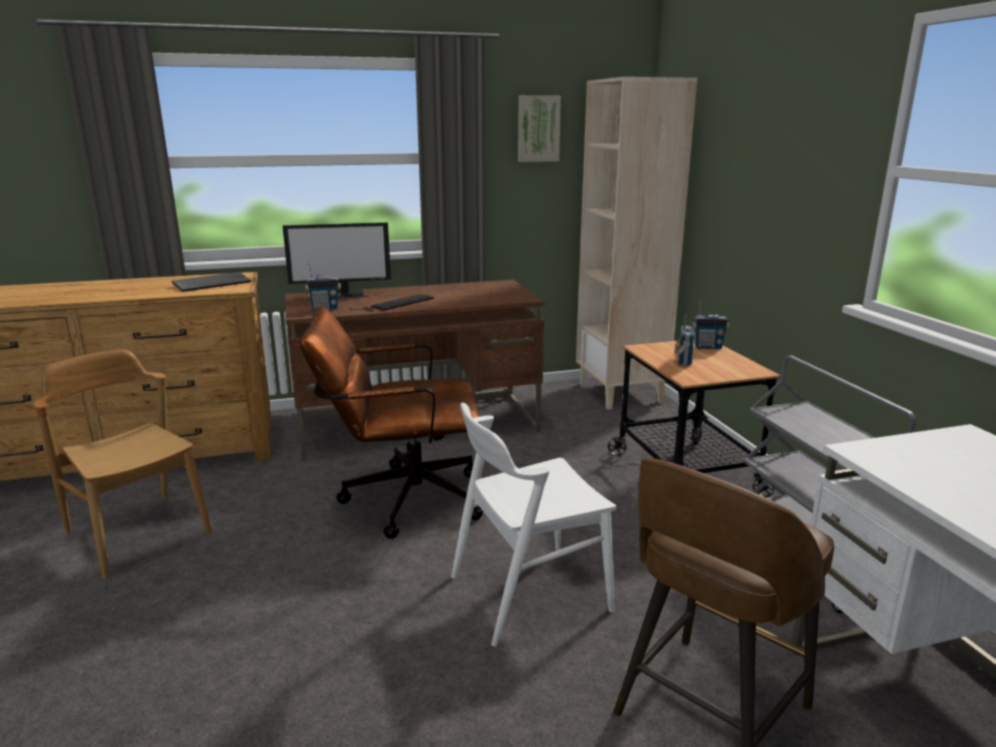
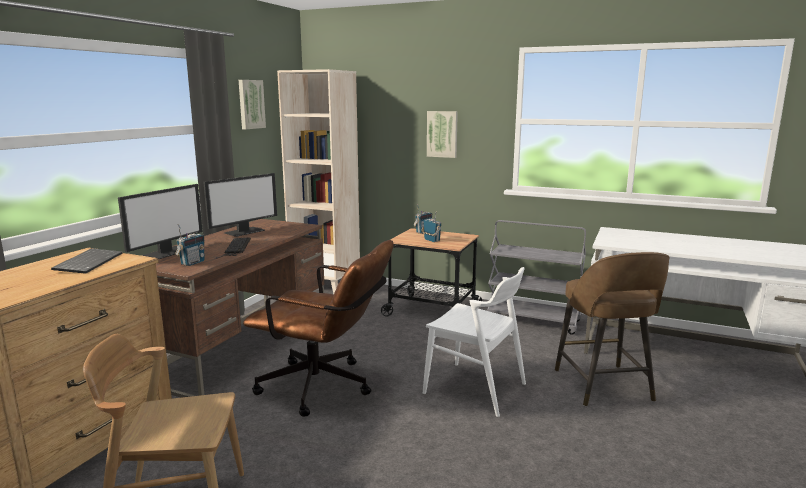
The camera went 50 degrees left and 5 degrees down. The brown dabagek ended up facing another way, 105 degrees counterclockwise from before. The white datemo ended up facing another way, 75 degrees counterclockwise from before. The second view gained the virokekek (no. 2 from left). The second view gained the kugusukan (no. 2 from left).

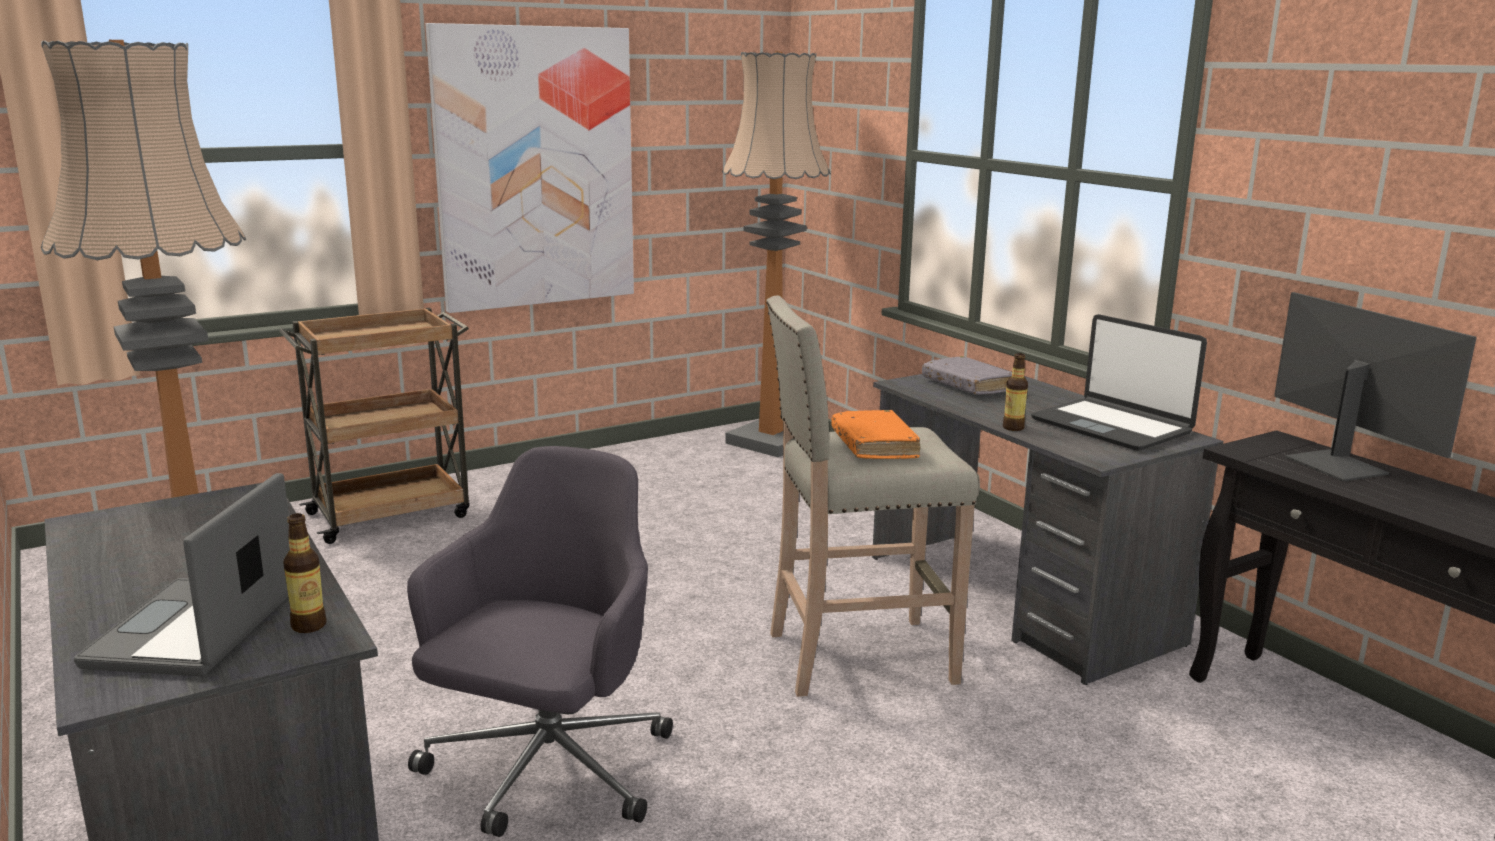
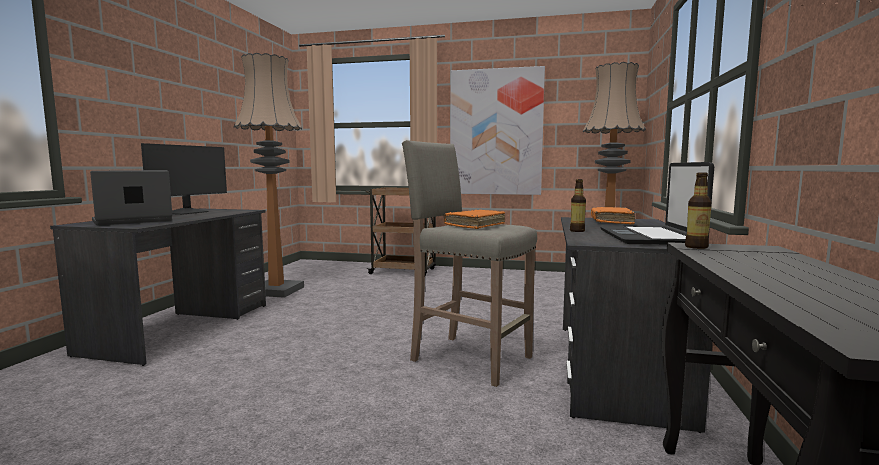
The camera went 45 degrees right and 10 degrees down. The kugusukan ended up elsewhere. What was the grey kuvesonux turned into the orange kuvesonux (no. 2 from left). The second view lost the grey dabagek. The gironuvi (no. 1 from left in the first image) ended up elsewhere.

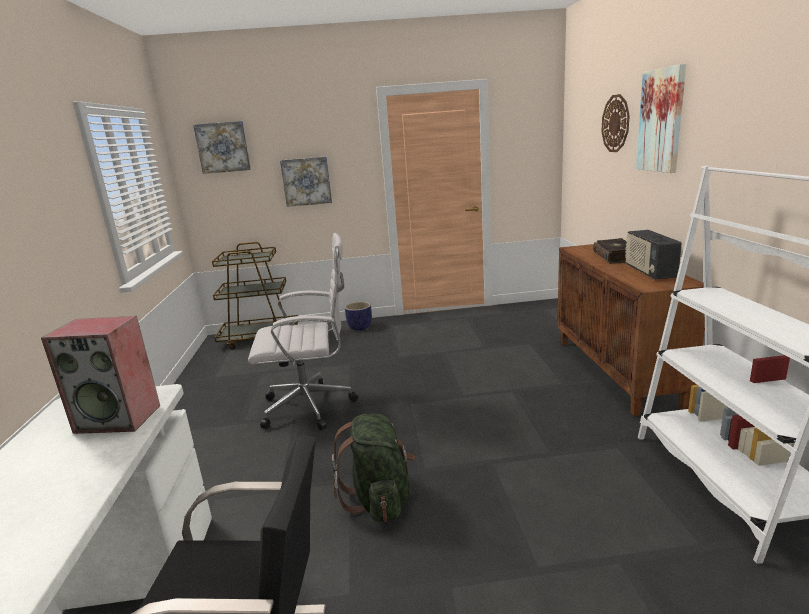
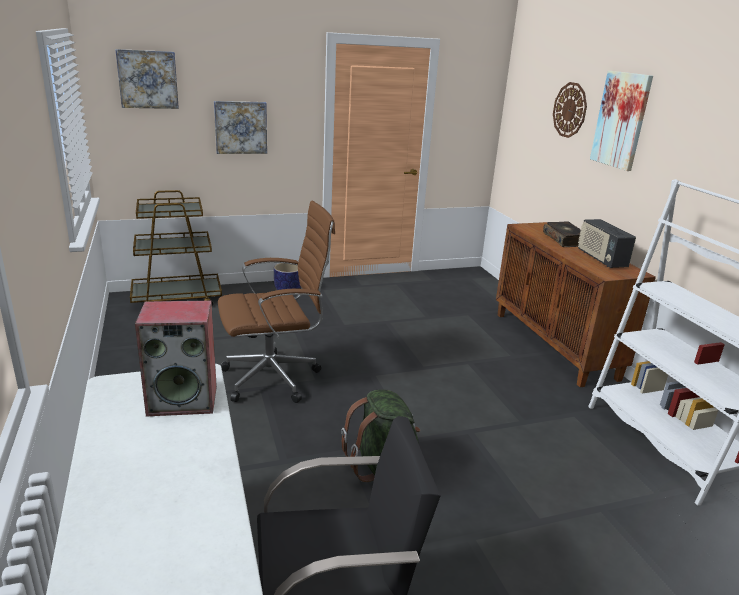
The camera went 15 degrees left and 5 degrees up. What was the white dabagek turned into the brown dabagek.

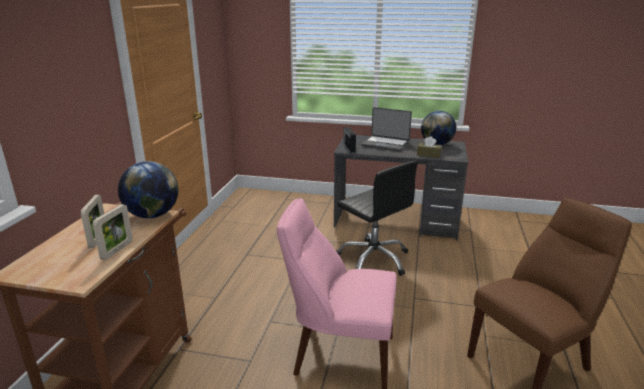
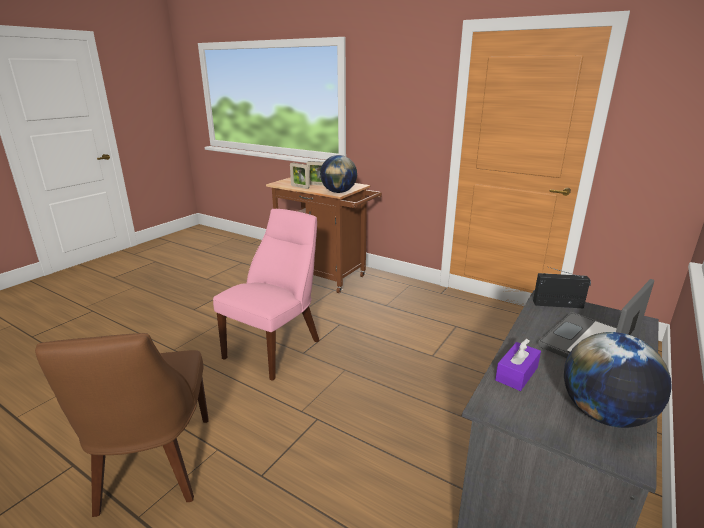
The camera went 110 degrees right and 0 degrees up. What was the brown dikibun turned into the purple dikibun. The second view lost the black dabagek.

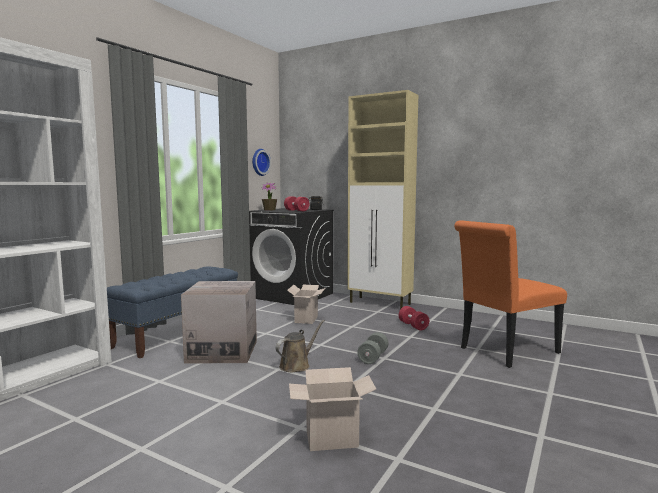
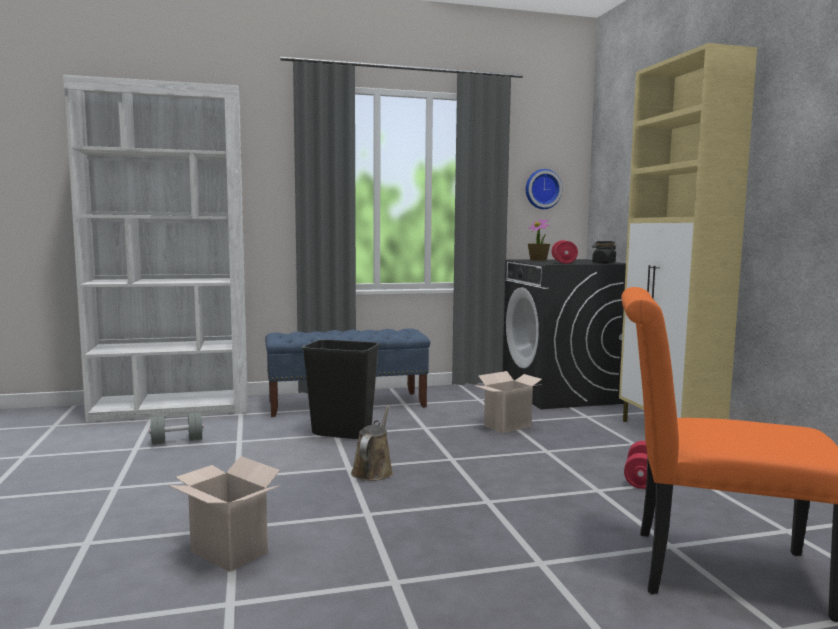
The camera went 45 degrees right and 0 degrees up. Where the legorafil (no. 1 from left) stood, the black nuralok came to stand. The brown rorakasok ended up facing another way, 75 degrees counterclockwise from before. The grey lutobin ended up elsewhere.

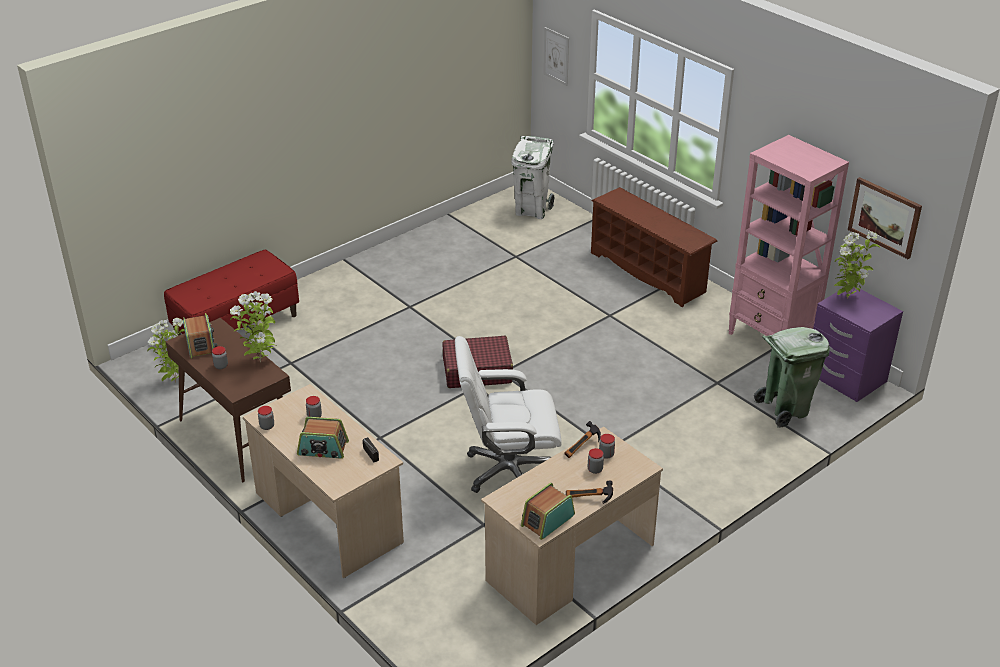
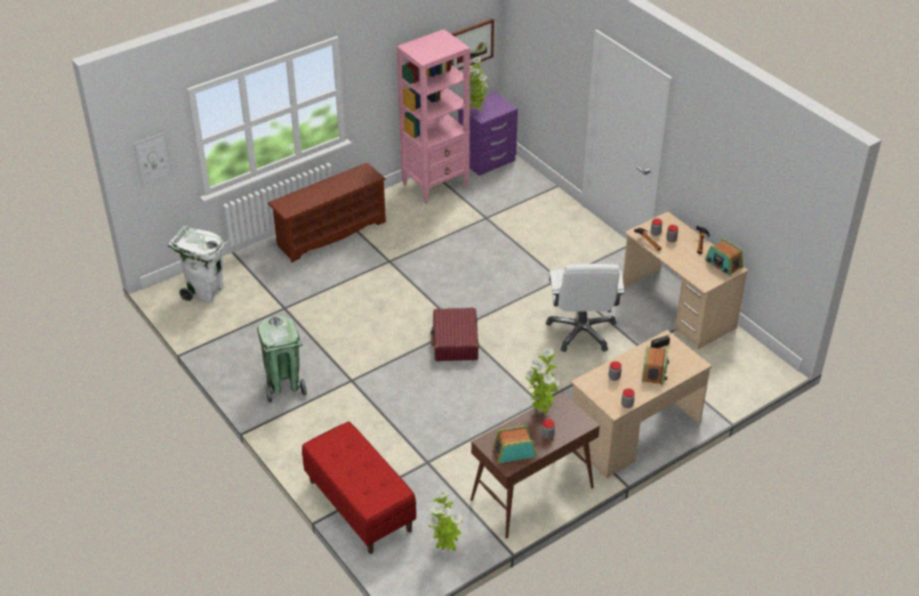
The camera went 85 degrees left and 5 degrees up. The green nuralok ended up elsewhere.

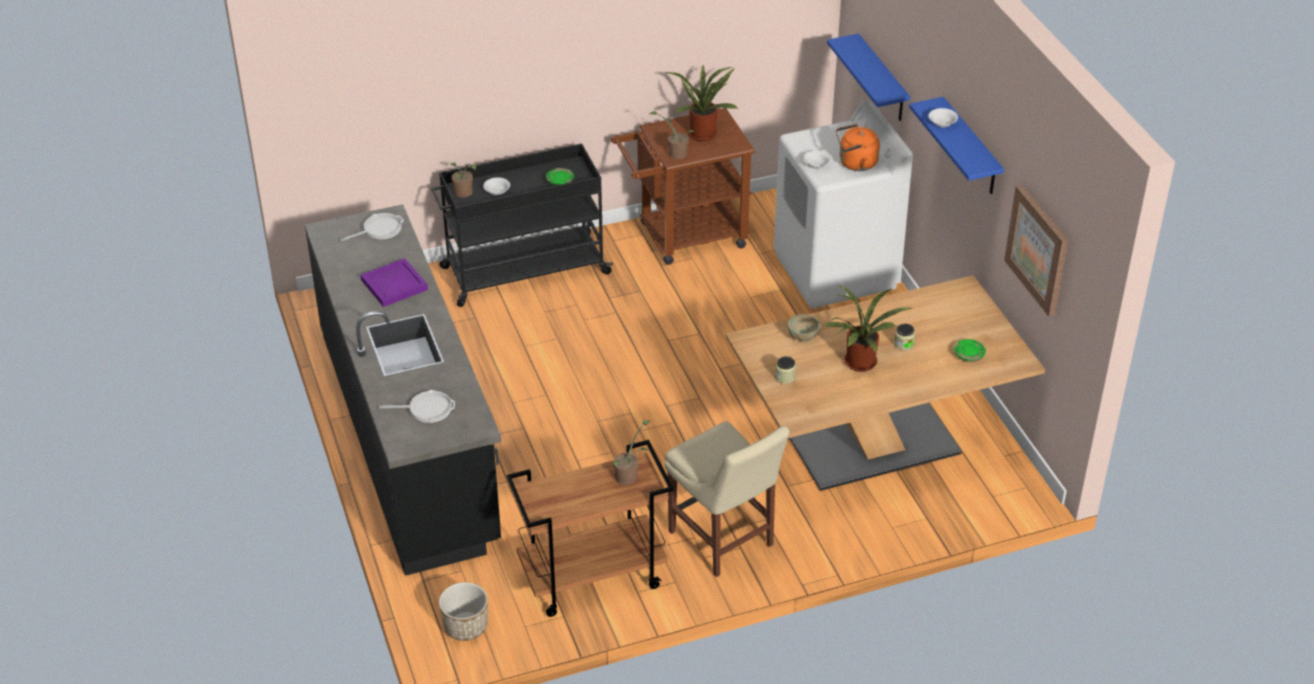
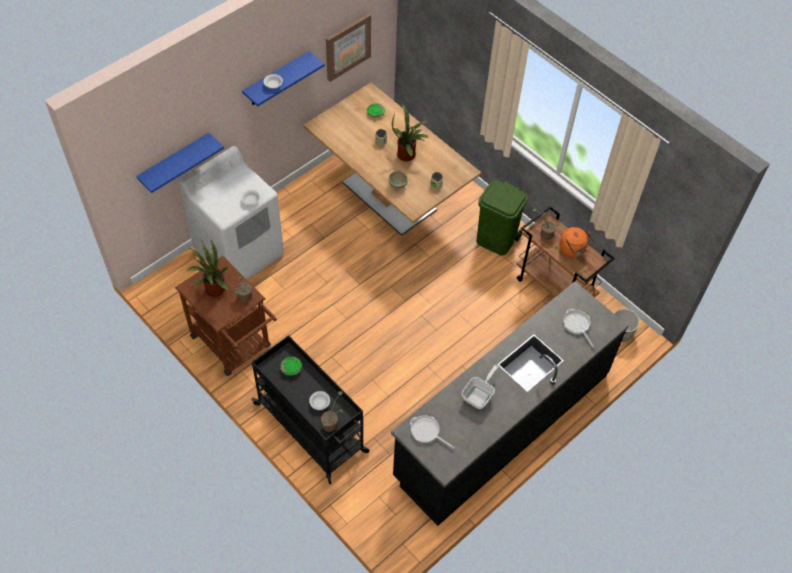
The camera went 115 degrees left and 15 degrees up. The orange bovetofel ended up elsewhere. Where the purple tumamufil stood, the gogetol (no. 2 from left) came to stand. Where the beige datemo stood, the green nuralok came to stand.

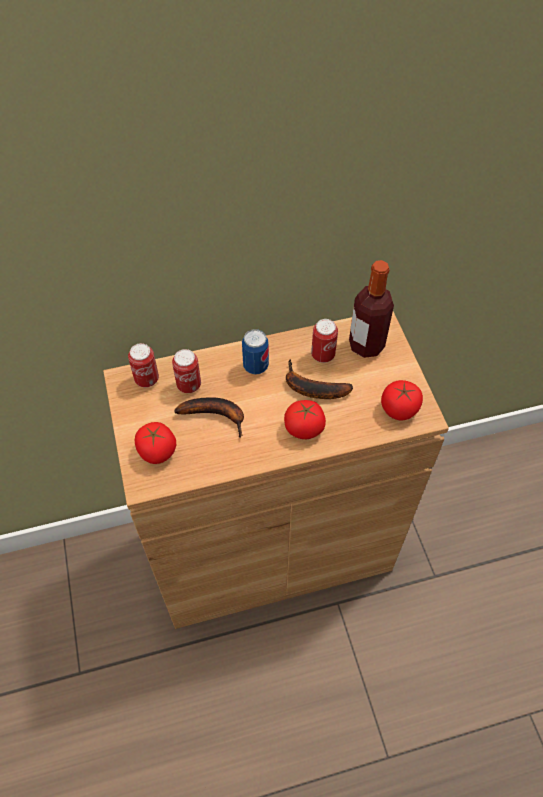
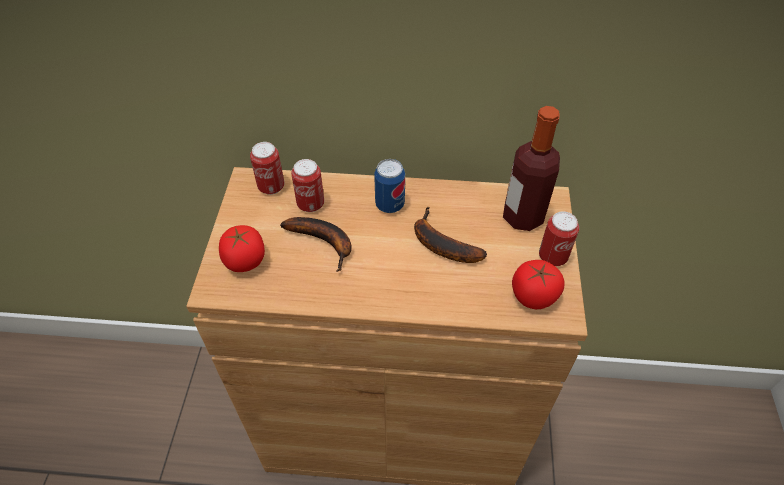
The camera went 20 degrees right and 5 degrees down. The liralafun (no. 4 from left) ended up elsewhere. The second view lost the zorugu (no. 2 from left).

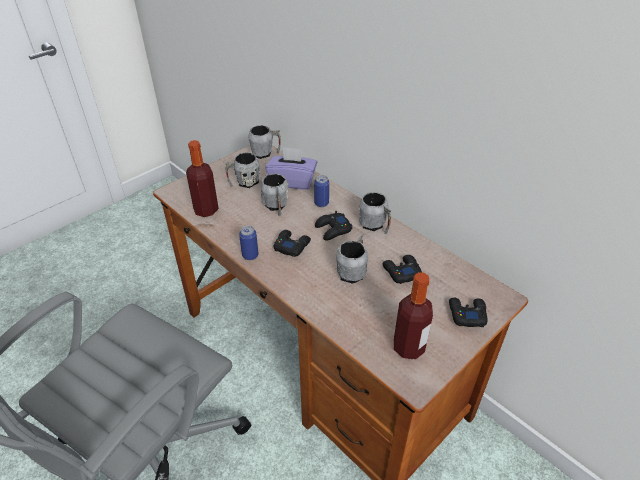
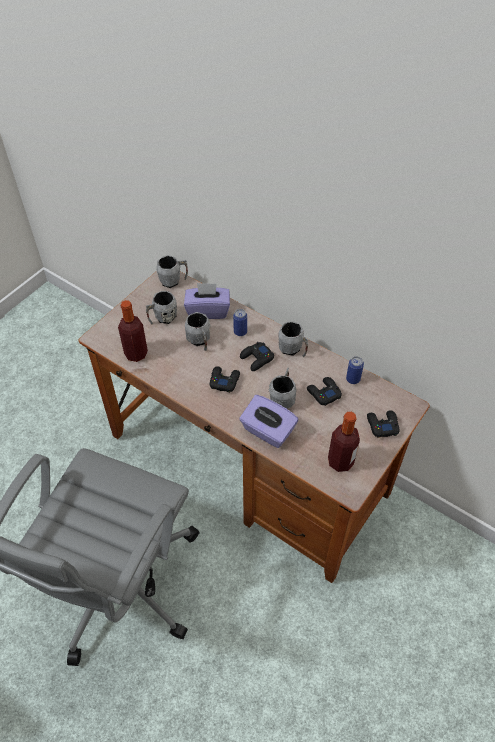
The camera went 10 degrees left and 10 degrees up. The liralafun (no. 1 from left in the first image) ended up elsewhere. The second view gained the purple dikibun (no. 2 from left).

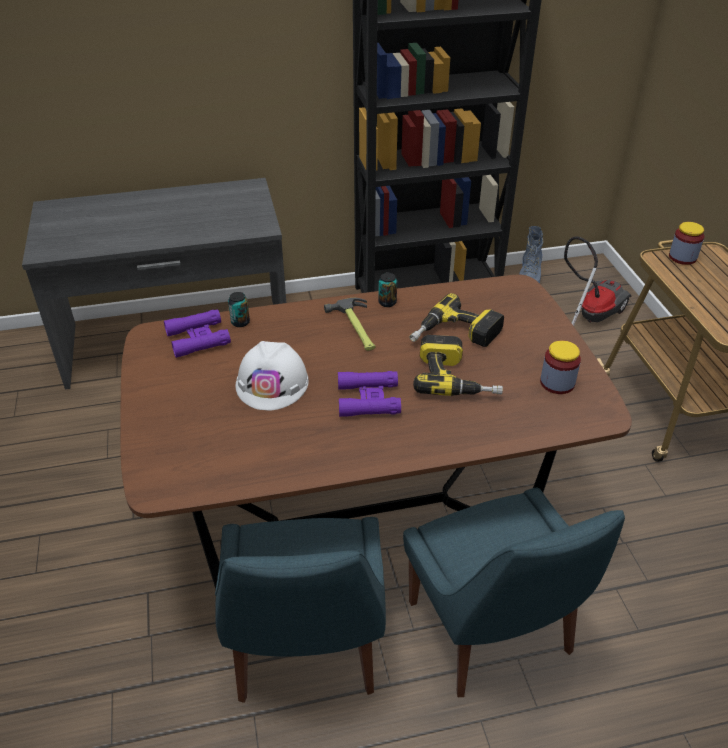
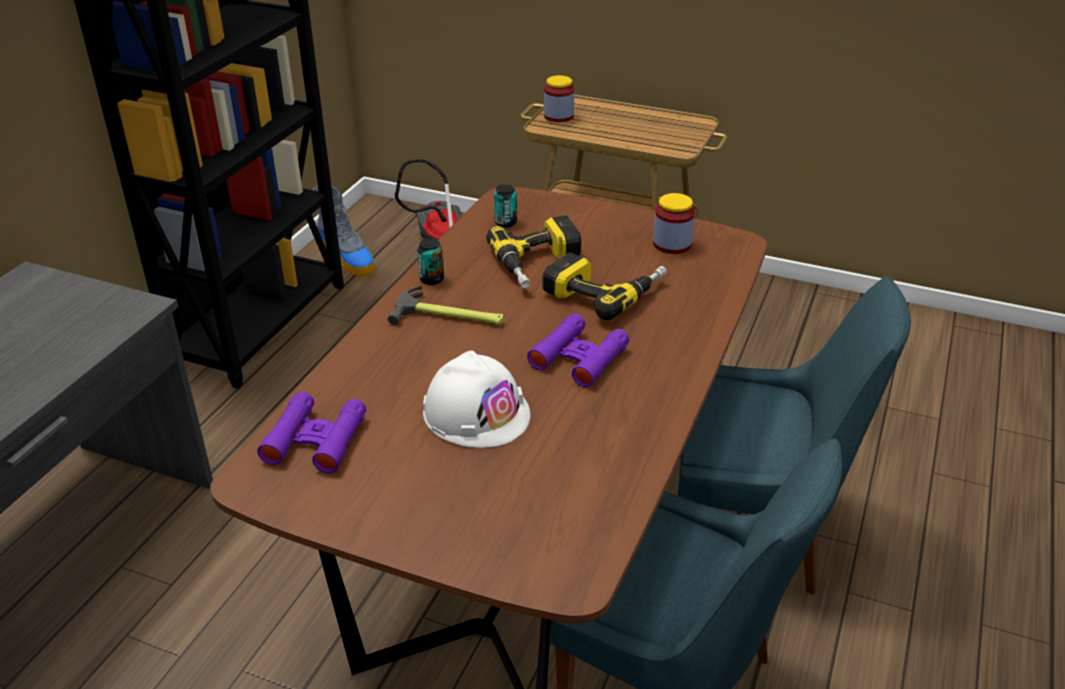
The camera went 55 degrees left and 5 degrees down. The liralafun (no. 1 from left in the first image) ended up elsewhere.

